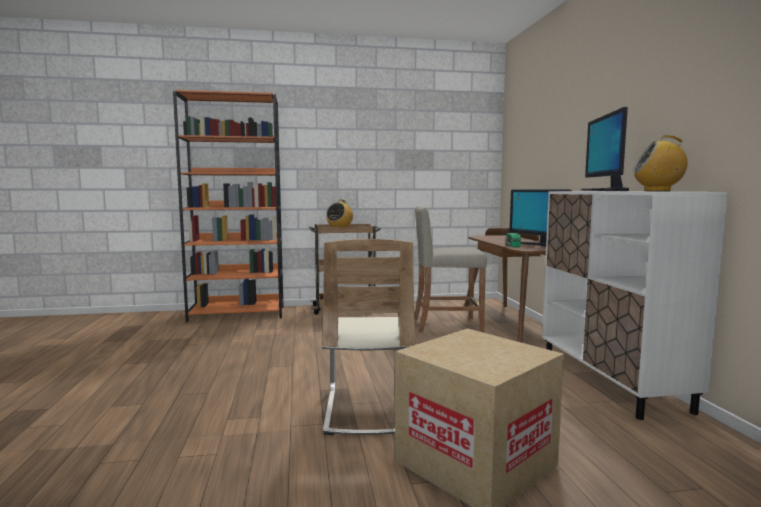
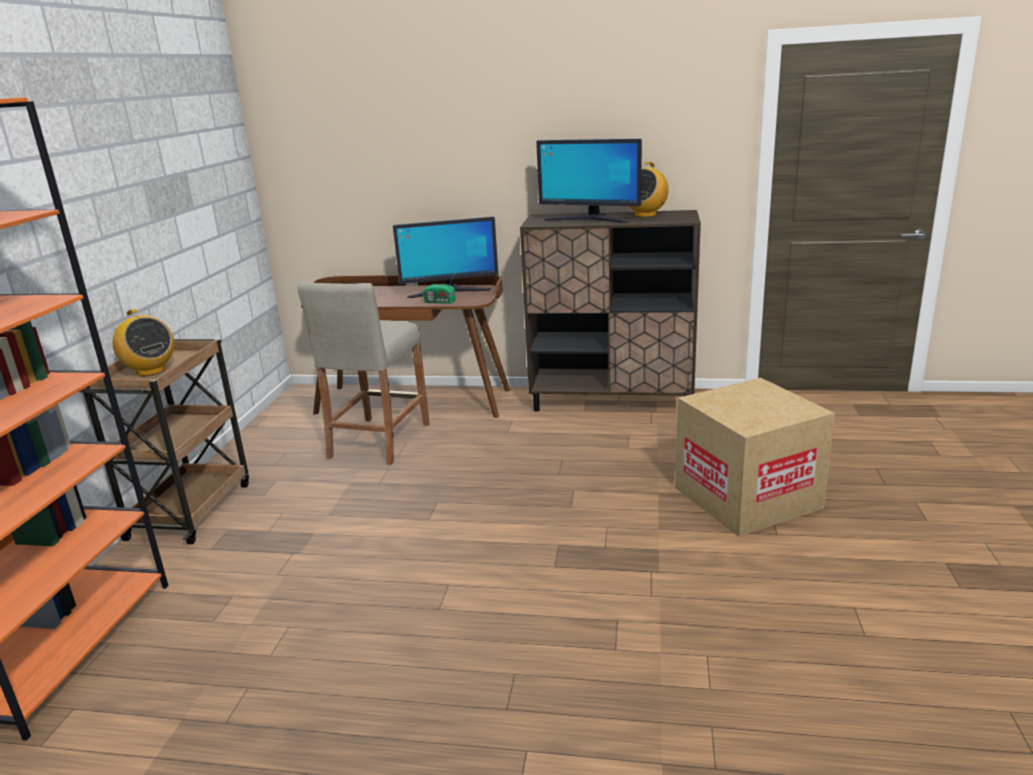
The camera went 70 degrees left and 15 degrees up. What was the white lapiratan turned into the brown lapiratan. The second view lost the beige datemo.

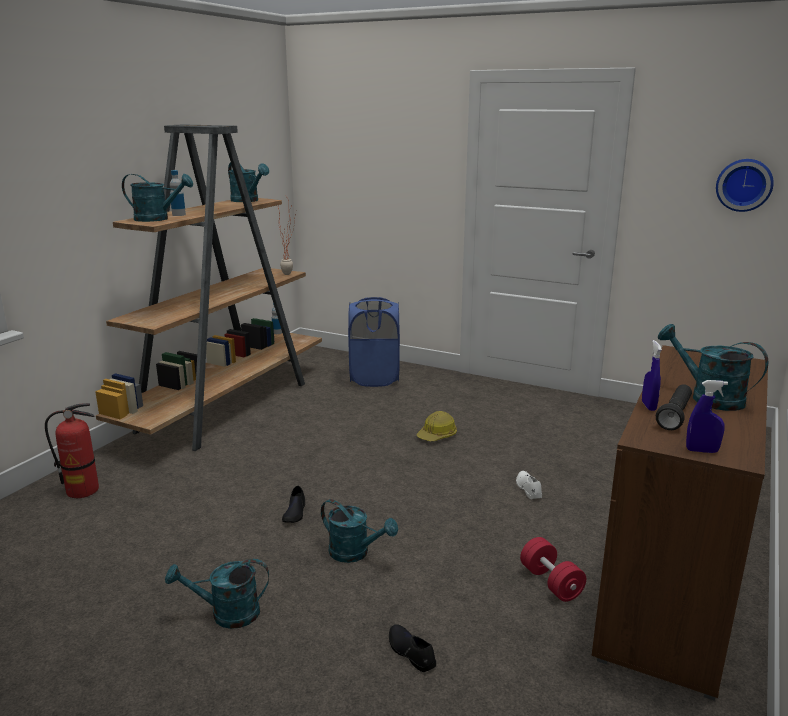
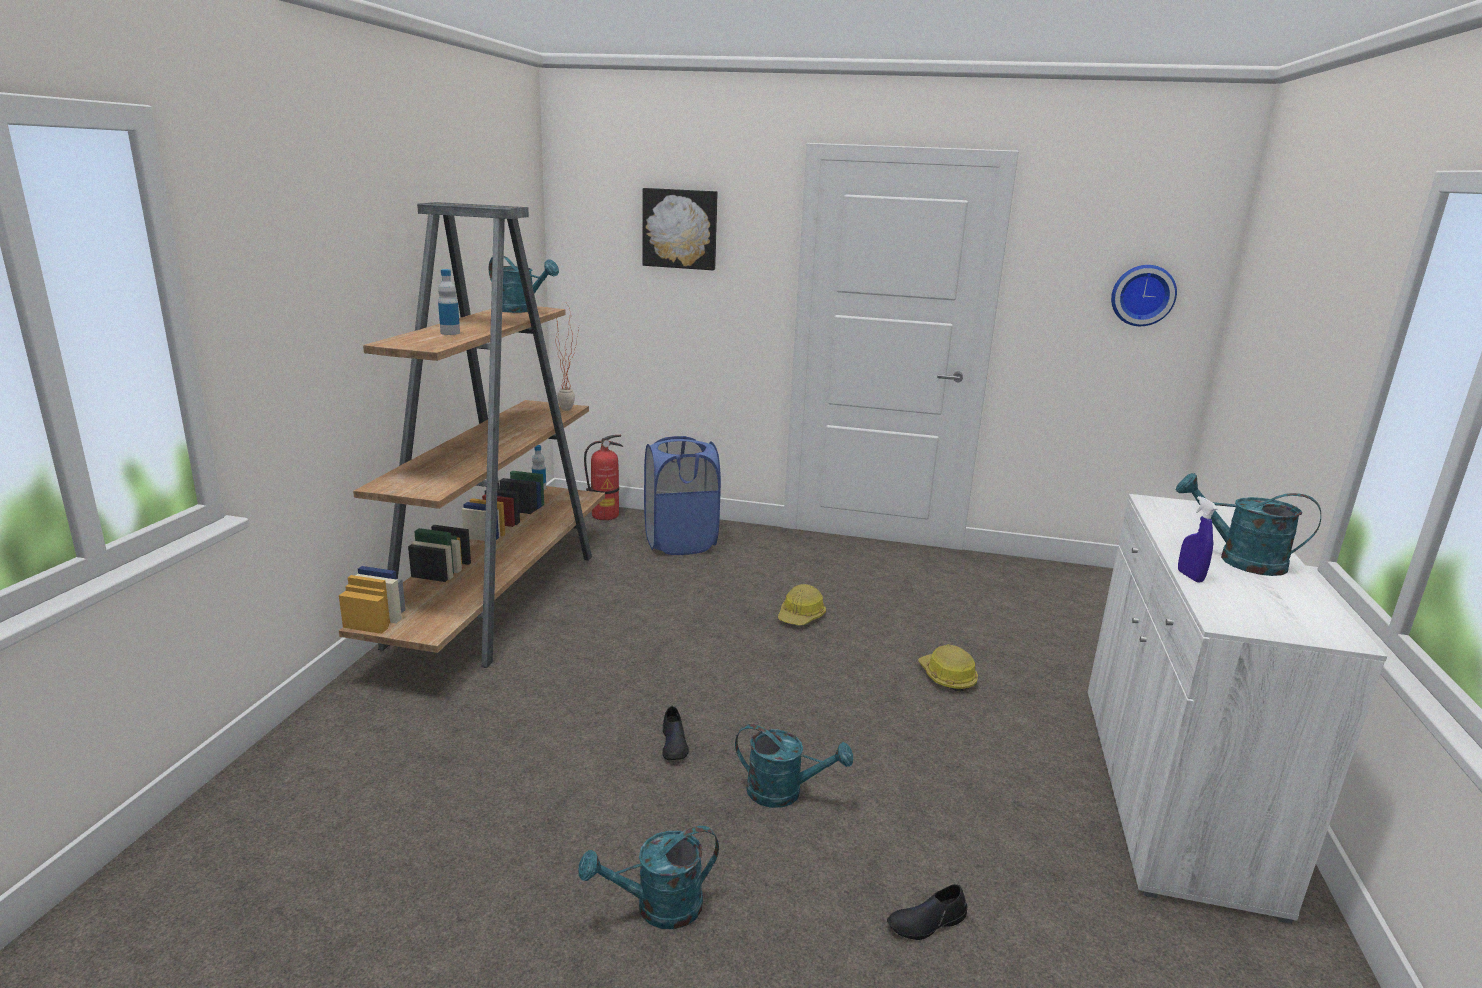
The camera went 15 degrees left and 0 degrees up. The second view lost the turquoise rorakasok (no. 1 from left). What was the brown lapiratan turned into the white lapiratan. The second view lost the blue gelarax (no. 2 from left). The second view lost the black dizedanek. The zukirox ended up elsewhere. Where the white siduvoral stood, the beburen (no. 2 from left) came to stand. The second view lost the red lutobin. The black siduvoral (no. 2 from left) ended up facing another way, 60 degrees counterclockwise from before. The second view gained the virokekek.

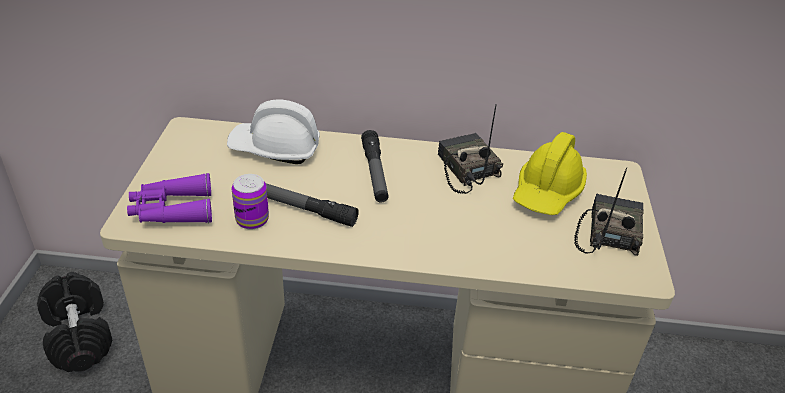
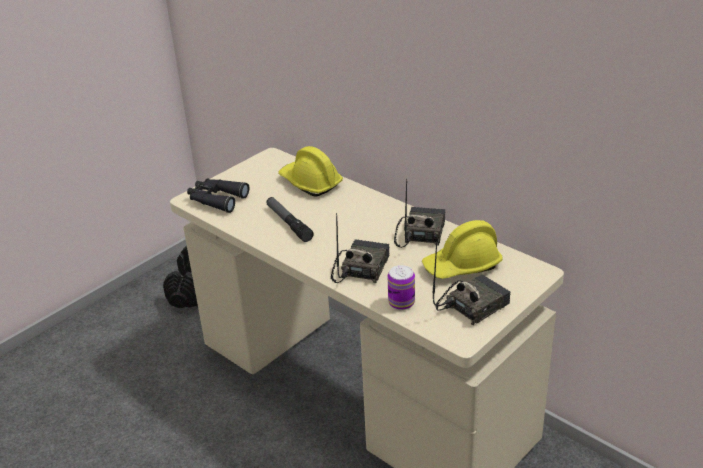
The camera went 40 degrees right and 5 degrees down. What was the white beburen turned into the yellow beburen (no. 1 from left). The second view lost the dizedanek (no. 2 from left). What was the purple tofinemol turned into the black tofinemol. The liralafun ended up elsewhere. The second view gained the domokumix (no. 1 from left).

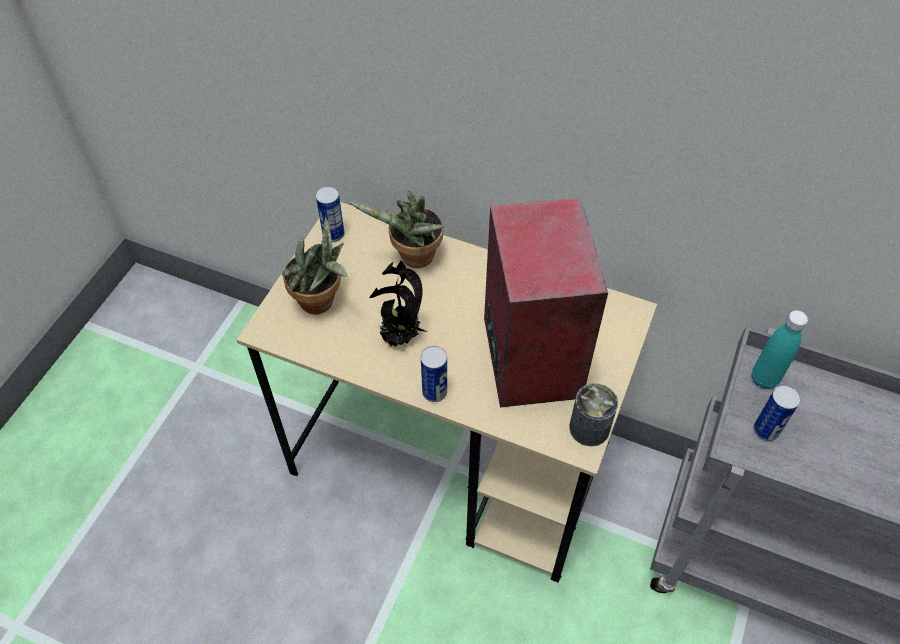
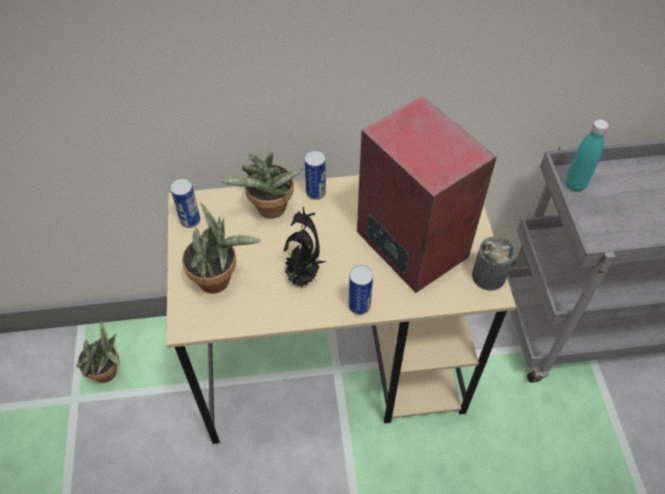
The camera went 30 degrees left and 0 degrees up. The liralafun (no. 4 from left in the first image) ended up elsewhere. The second view gained the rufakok (no. 1 from left).

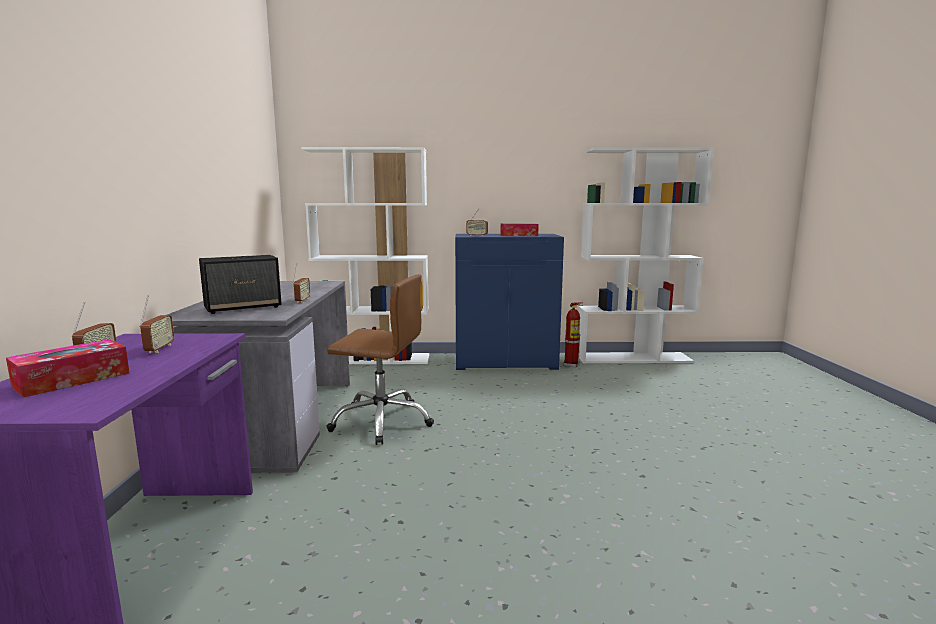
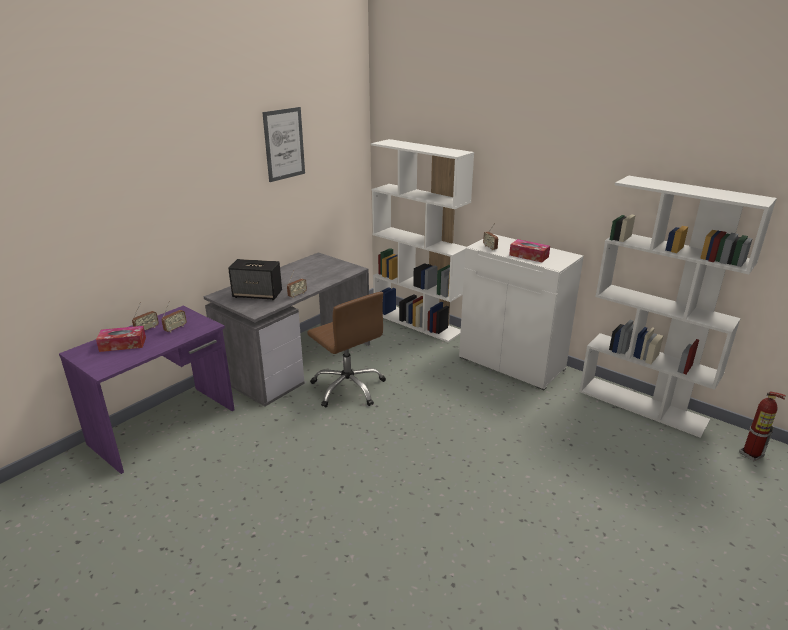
The camera went 40 degrees right and 15 degrees up. What was the blue lapiratan turned into the white lapiratan. The zukirox ended up elsewhere. The second view gained the virokekek.

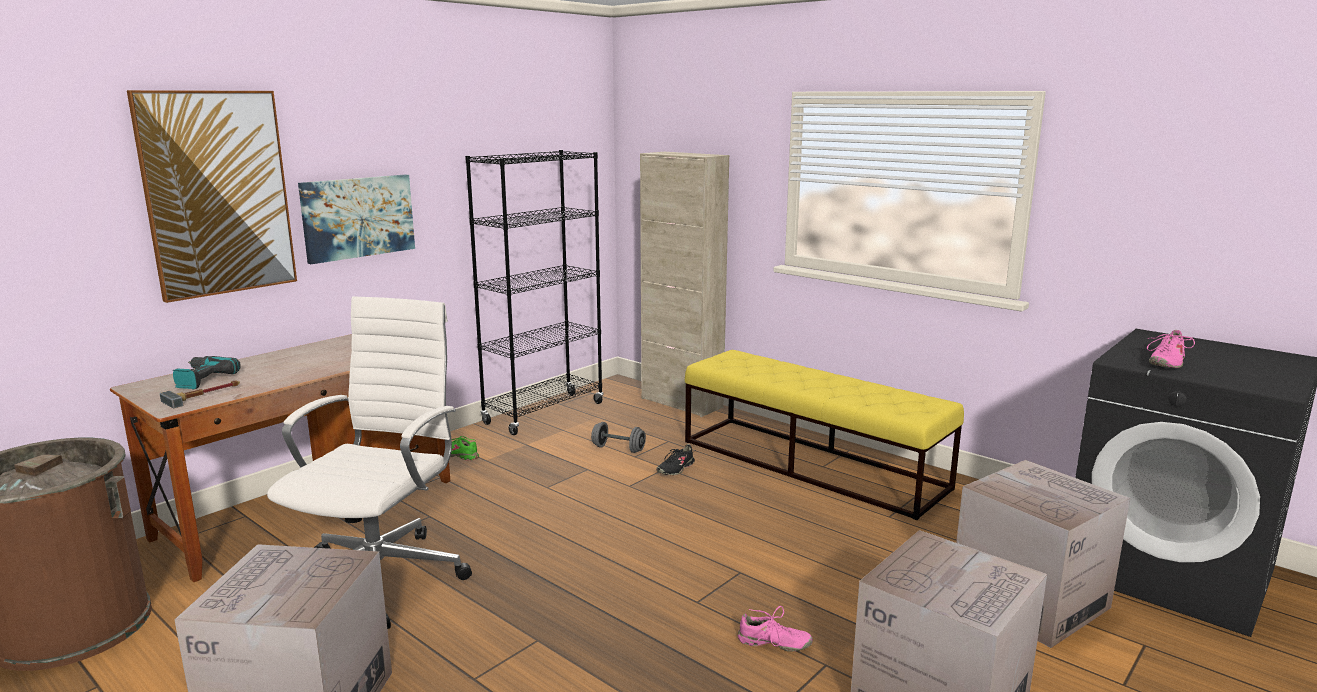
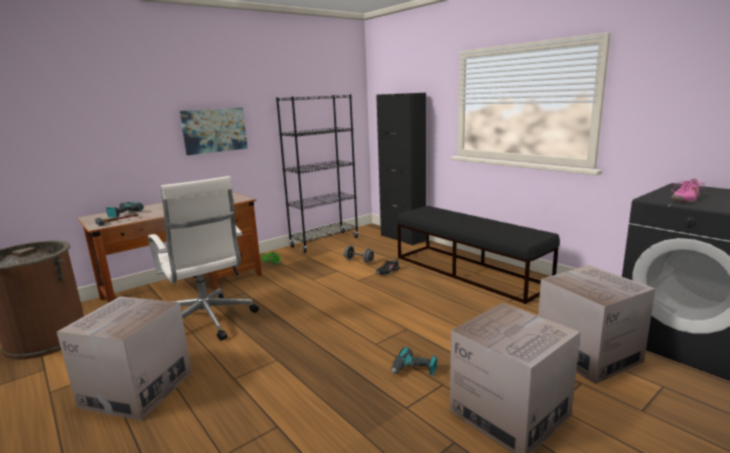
The camera went 10 degrees right and 0 degrees up. The second view lost the virokekek (no. 1 from left). What was the beige lapiratan turned into the black lapiratan. The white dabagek ended up facing another way, 120 degrees clockwise from before. What was the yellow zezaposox turned into the black zezaposox. Where the pink siduvoral (no. 1 from left) stood, the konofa (no. 2 from left) came to stand.

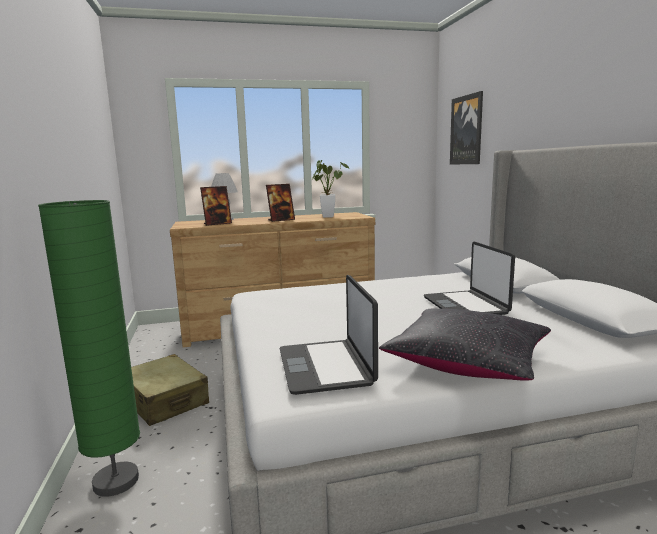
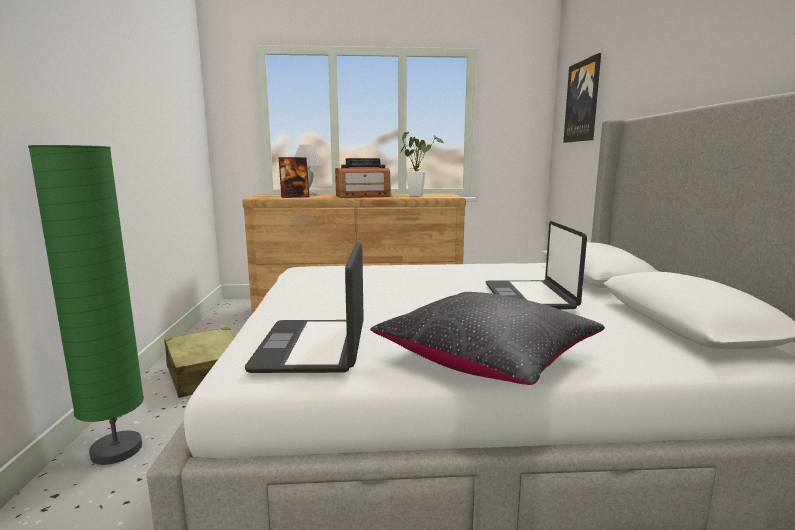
The camera went 10 degrees right and 0 degrees up. Where the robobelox (no. 2 from left) stood, the domokumix came to stand.

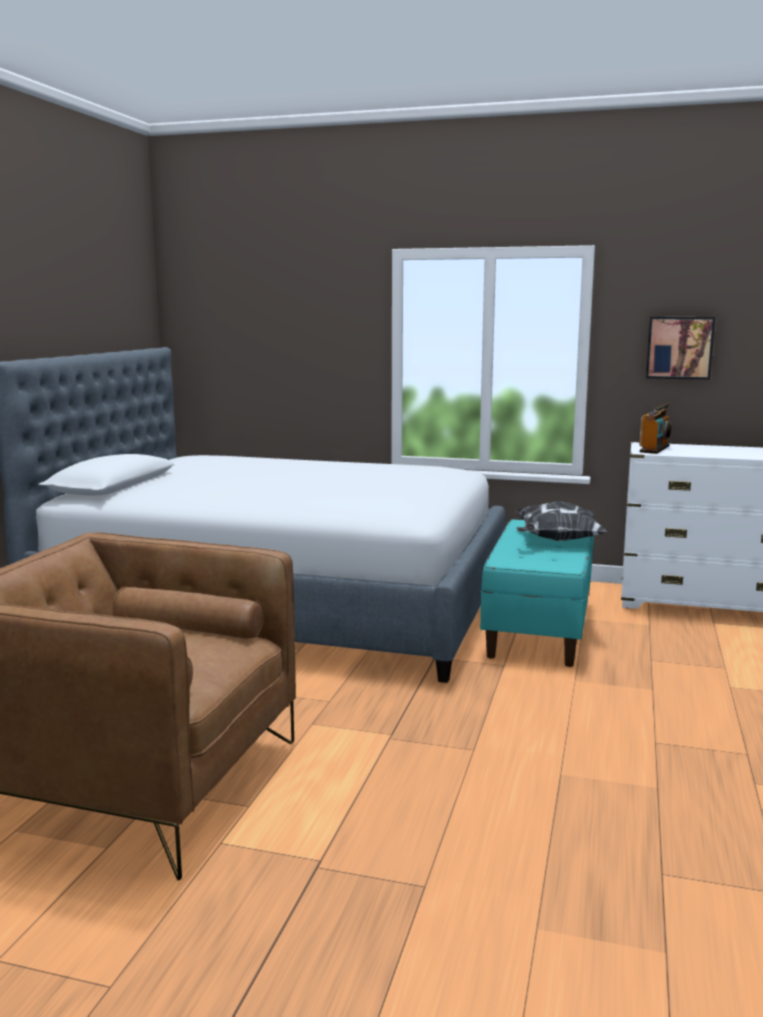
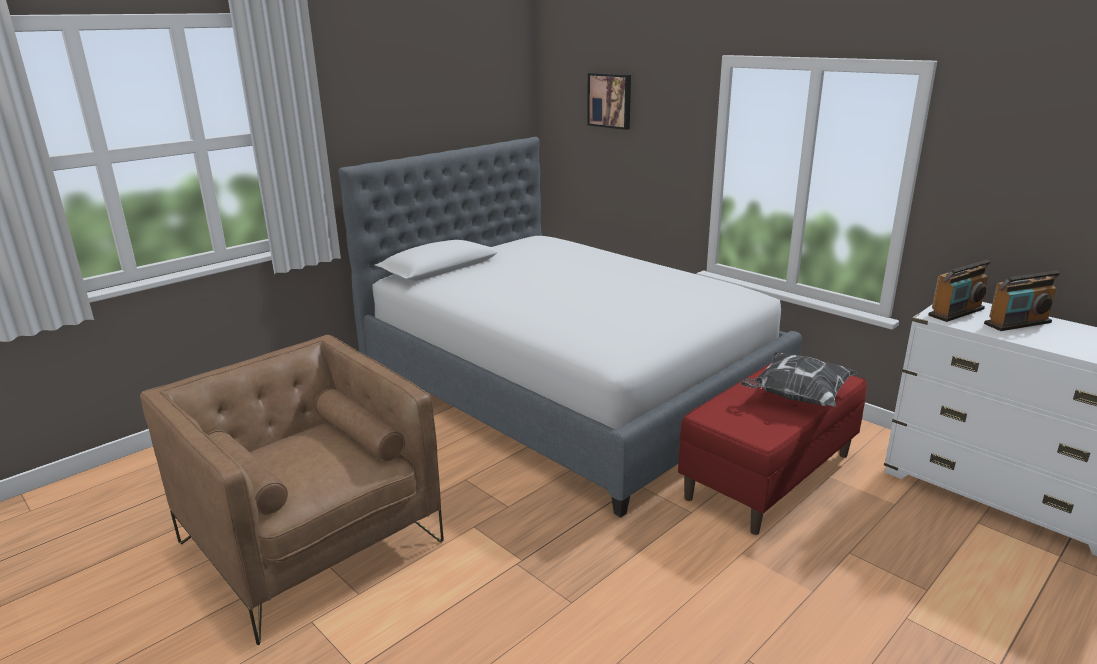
The camera went 30 degrees right and 10 degrees up. The virokekek ended up elsewhere. What was the turquoise zezaposox turned into the red zezaposox. The second view gained the domokumix (no. 2 from left).

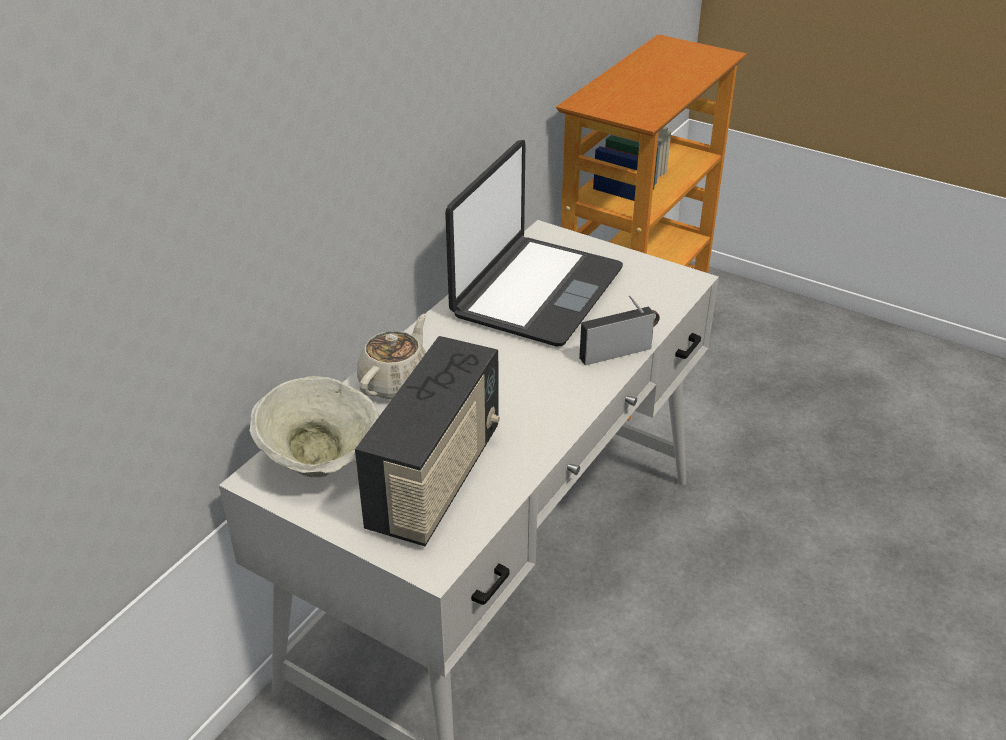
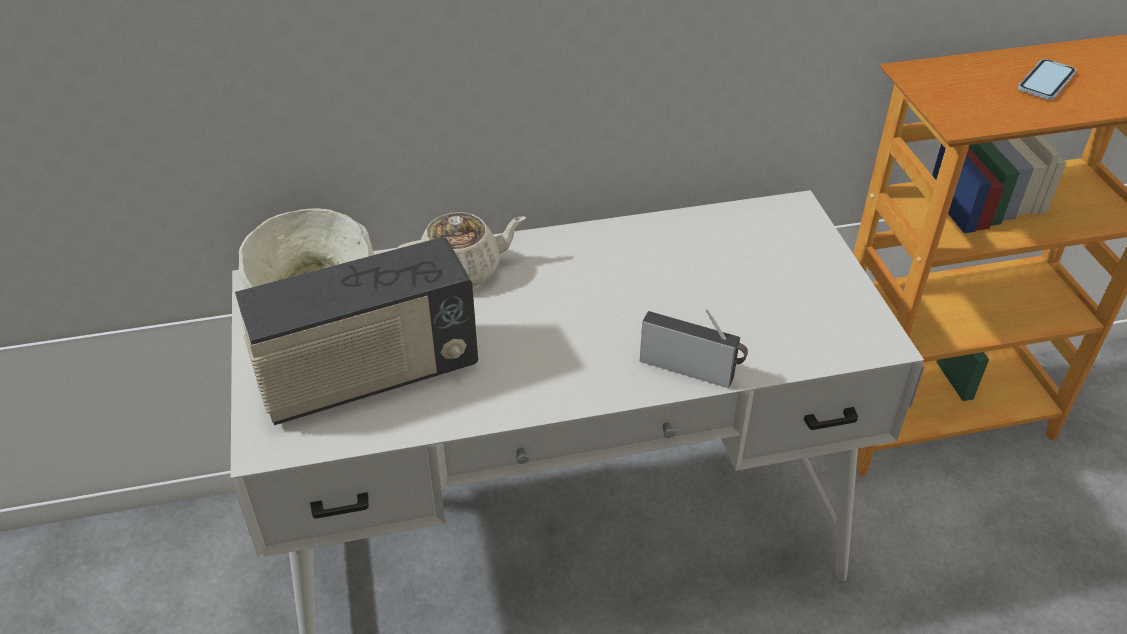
The camera went 45 degrees right and 5 degrees up. The second view lost the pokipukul. The second view gained the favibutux.

